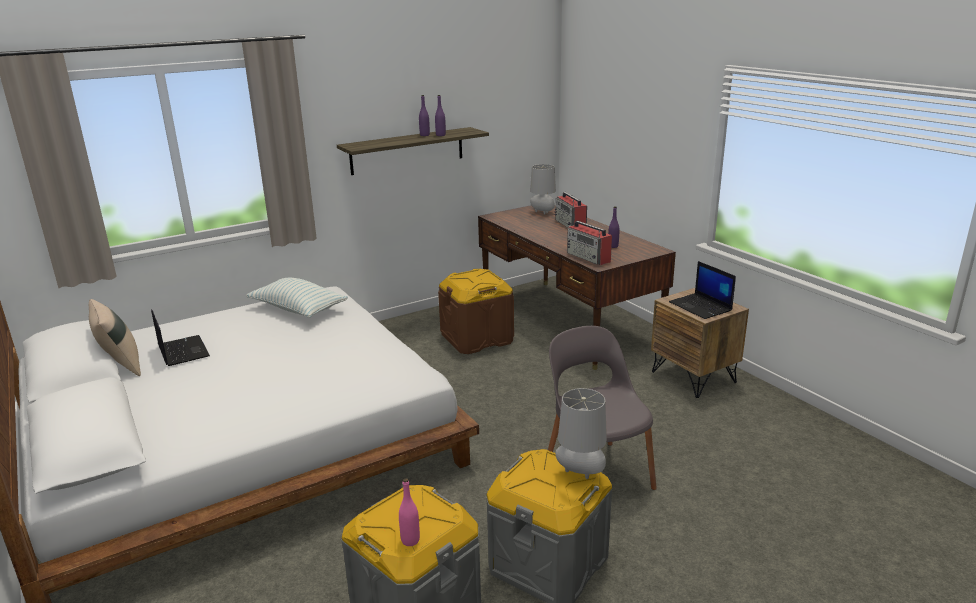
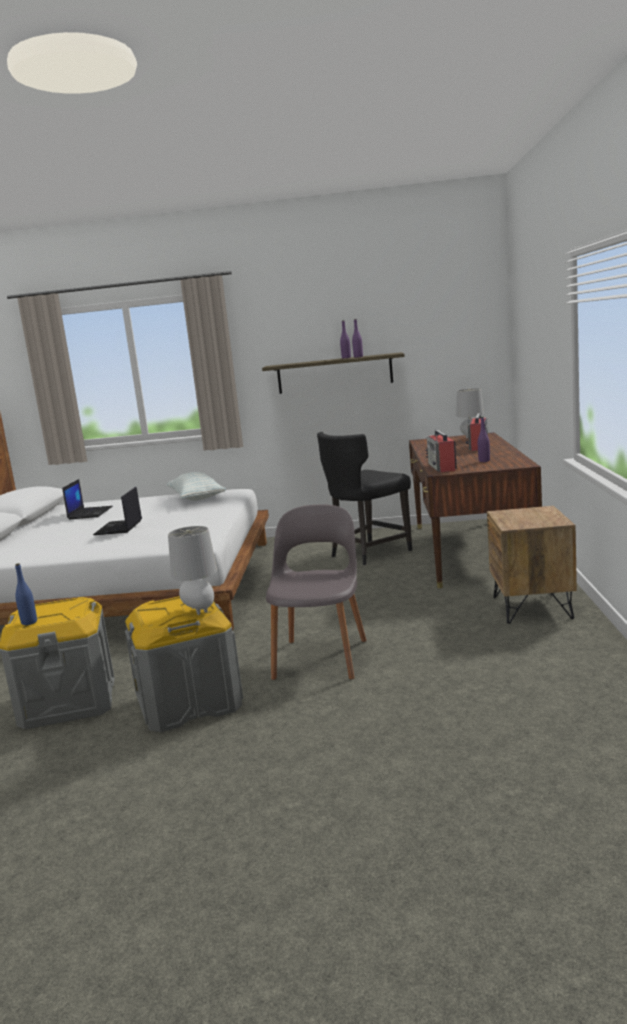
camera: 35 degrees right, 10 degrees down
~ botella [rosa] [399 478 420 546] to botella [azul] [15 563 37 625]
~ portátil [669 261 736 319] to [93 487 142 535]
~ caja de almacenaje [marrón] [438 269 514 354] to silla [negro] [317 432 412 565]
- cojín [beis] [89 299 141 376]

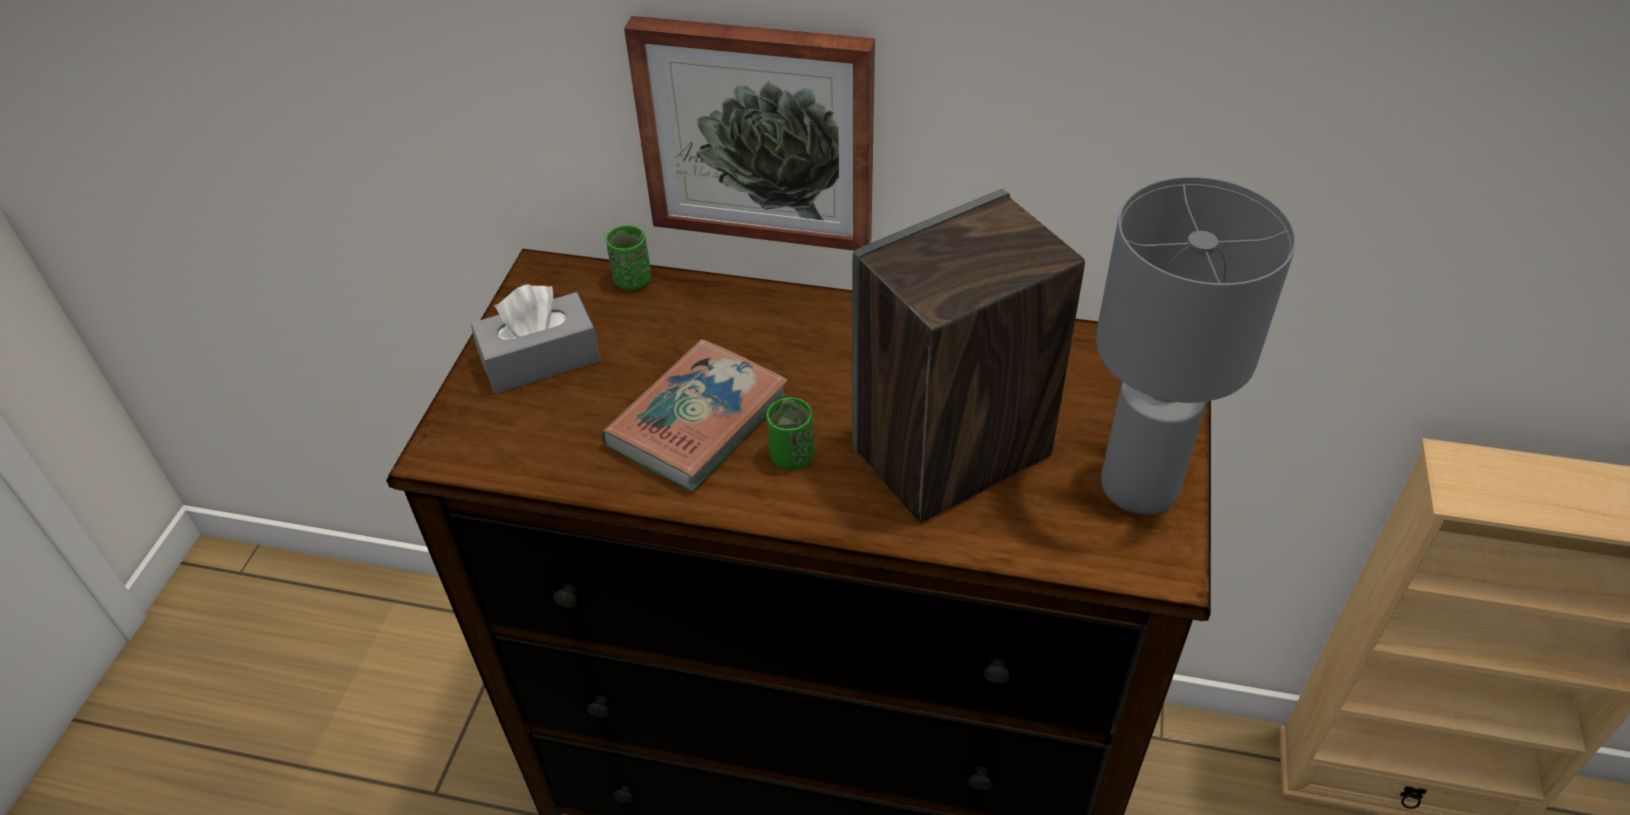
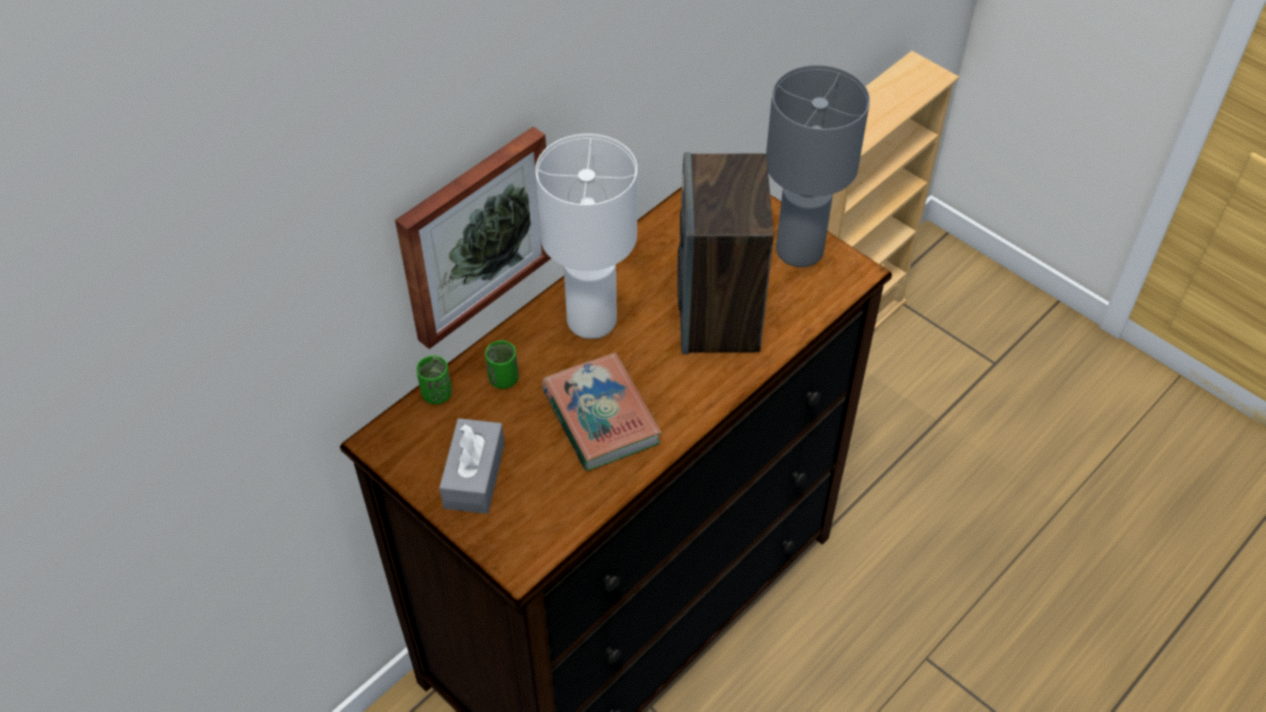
camera: 60 degrees left, 5 degrees up
~ taza [verde] [767 397 814 470] to [485 340 519 389]
+ lámpara de mesa [blanco] [535 134 637 339]

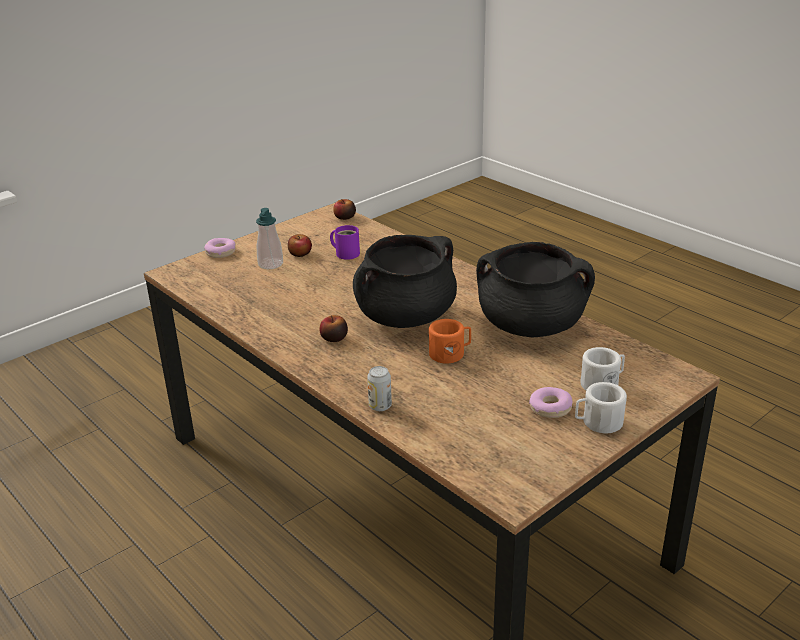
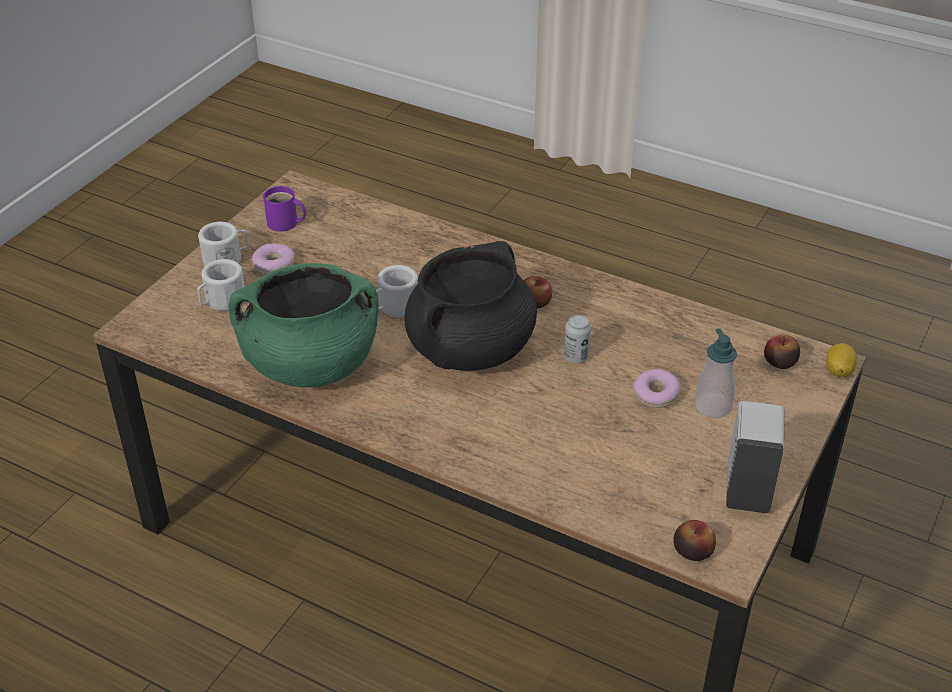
camera: 160 degrees right, 10 degrees up
~ olla [negro] [476 242 595 337] to olla [verde] [228 263 379 387]
~ taza grande [morado] [330 225 360 260] to [263 186 306 231]
~ taza grande [naranja] [429 319 471 364] to taza grande [blanco] [376 265 418 317]
~ lata [367 366 392 411] to [564 315 591 363]
~ rosquilla [204 238 236 258] to [633 369 681 408]
+ dispensador de jabón [blanco] [726 401 785 513]
~ manzana [288 234 312 257] to [764 334 800 369]
+ limón [826 343 857 377]

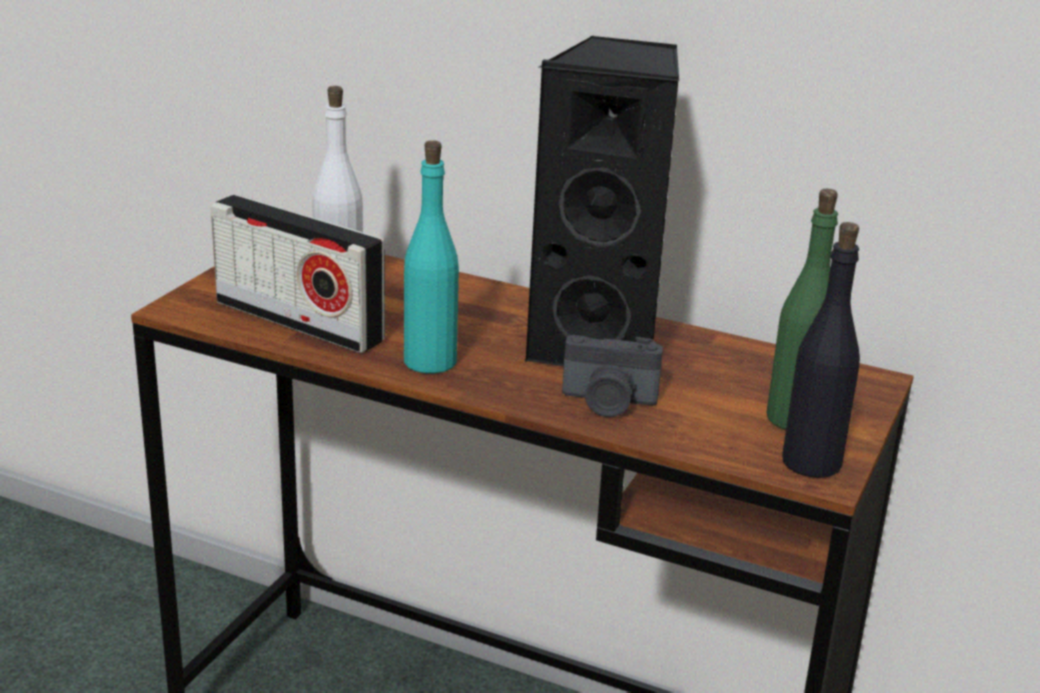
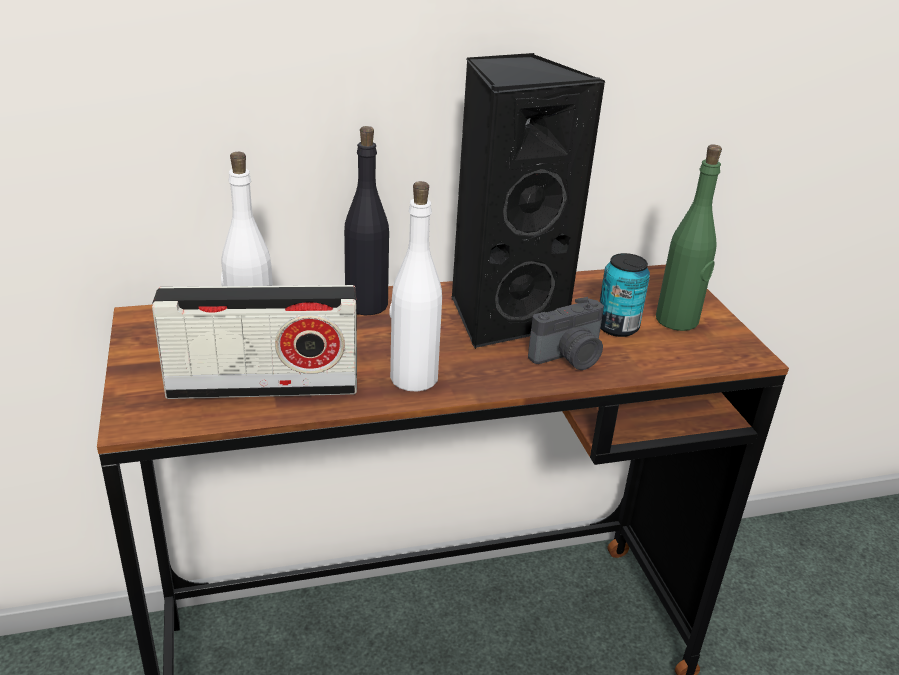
camera: 40 degrees left, 5 degrees up
~ botella [negro] [782 222 860 478] to [344 126 389 316]
~ botella [turquesa] [404 140 459 373] to botella [blanco] [389 181 442 391]
+ lata [599 253 650 337]

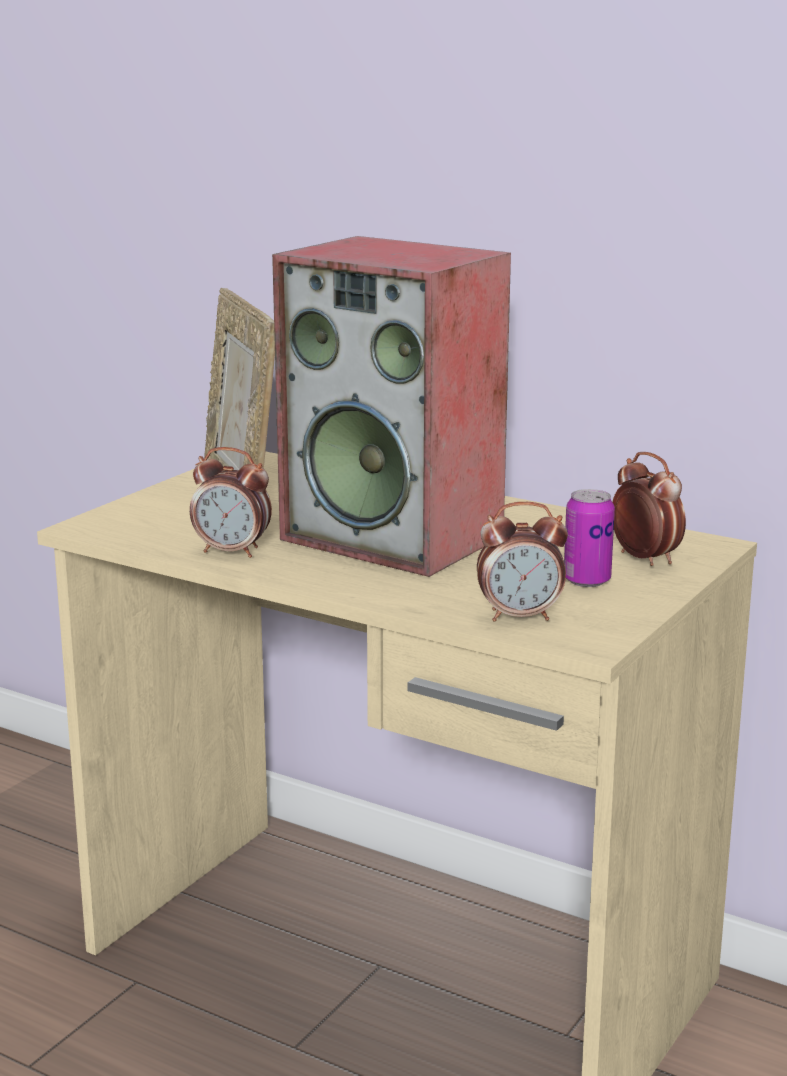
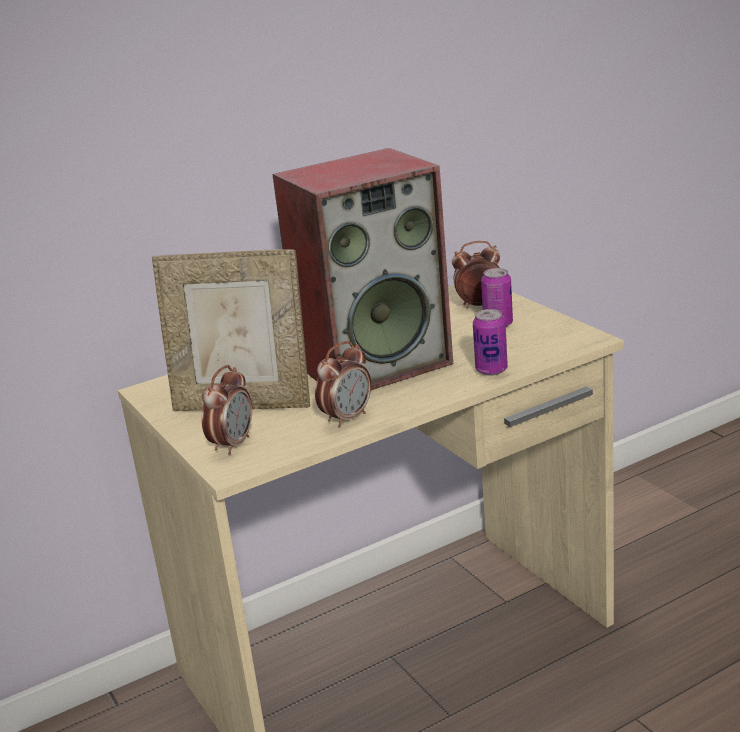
camera: 60 degrees left, 5 degrees up
~ despertador [477 502 568 622] to [202 365 252 455]
+ lata [473 309 508 376]

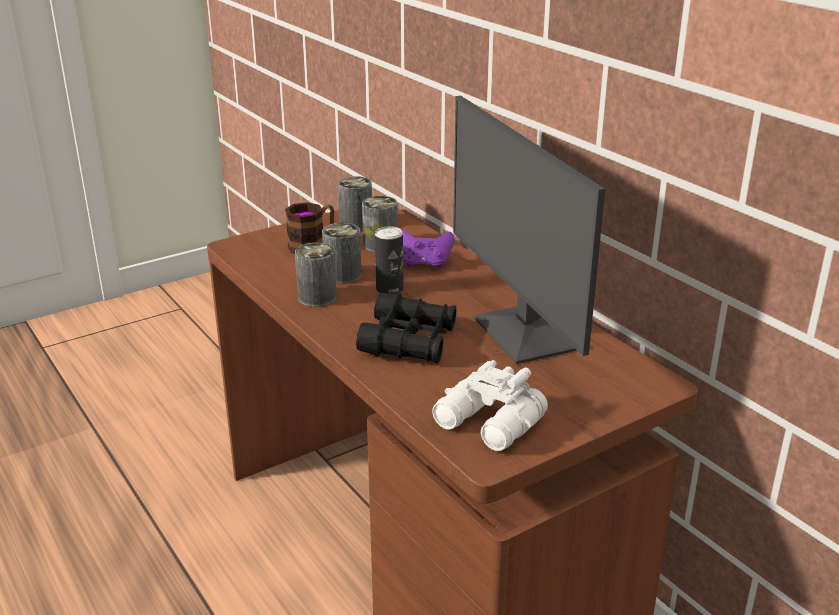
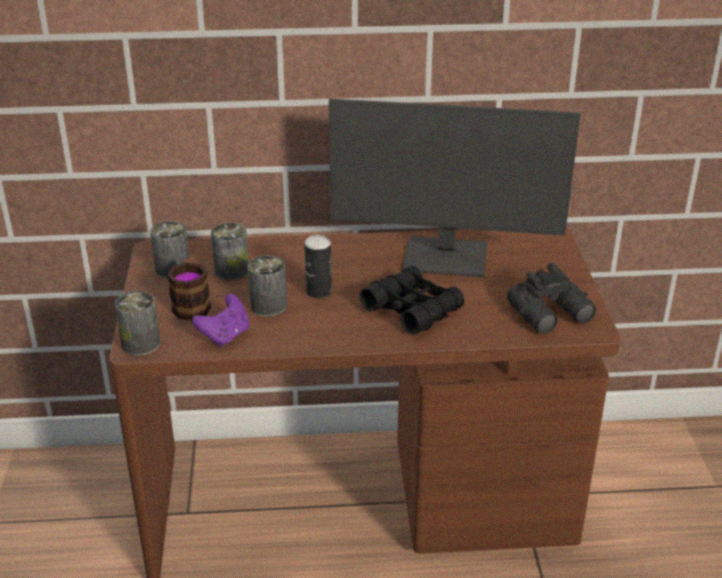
camera: 60 degrees left, 5 degrees up
~ lata [295 243 337 307] to [115 291 160 356]
~ mando de consola [morado] [402 230 454 268] to [192 294 249 347]
~ prismáticos [blanco] [432 360 548 451] to prismáticos [negro] [507 263 596 334]

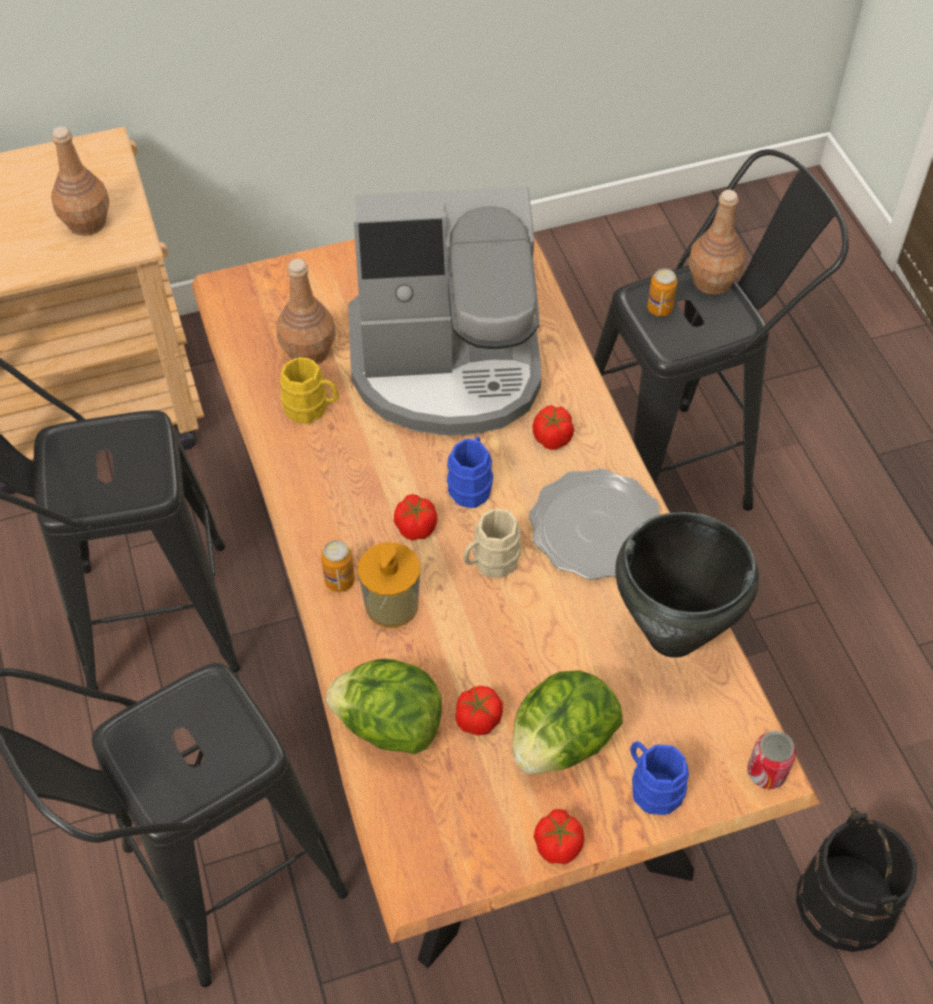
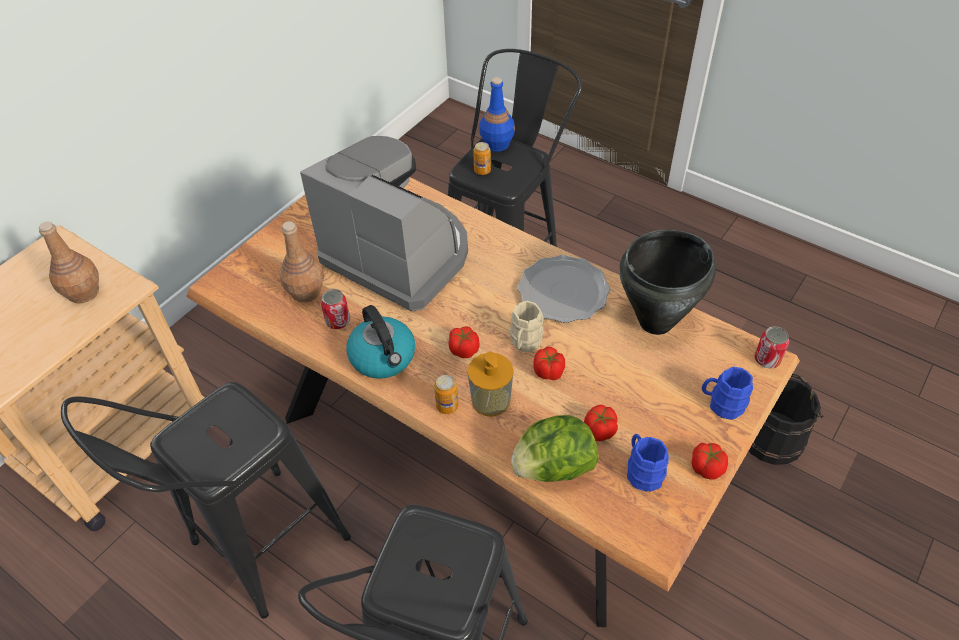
camera: 35 degrees left, 5 degrees down
~ cafetera [348 187 541 436] = [300 136 468 311] 105 degrees counterclockwise
~ taza grande [amarillo] [280 357 339 424] to lata [320 289 350 329]
+ hervidor [347 305 415 379]
~ botella [marrón] [688 190 745 295] to botella [azul] [479 77 515 152]
~ tomate [533 405 574 450] to [533 347 565 380]
~ taza grande [azul] [447 436 493 508] to [627 434 669 492]
- lechuga [512 670 623 774]

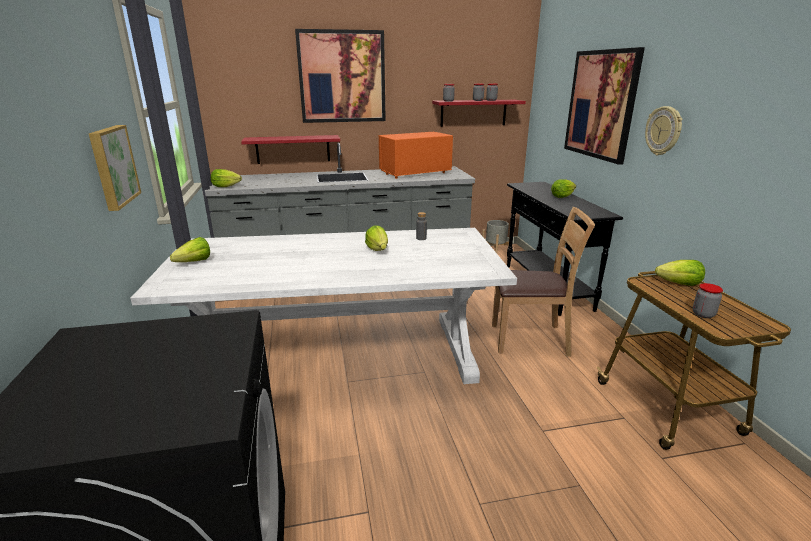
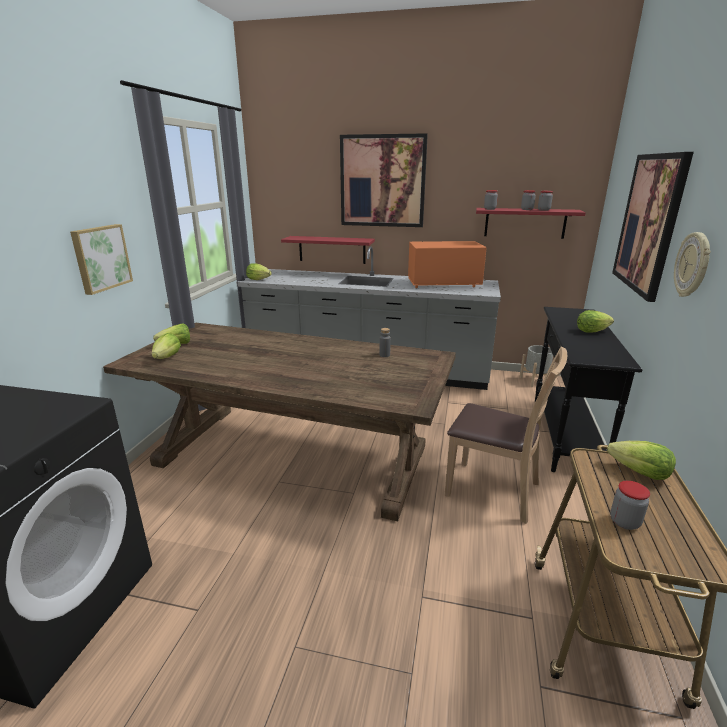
camera: 25 degrees right, 0 degrees up
~ mesa de comedor [blanco] [130 228 517 384] to mesa de comedor [marrón] [103 323 456 521]
~ lechuga [365 225 388 251] to [152 333 181 359]

